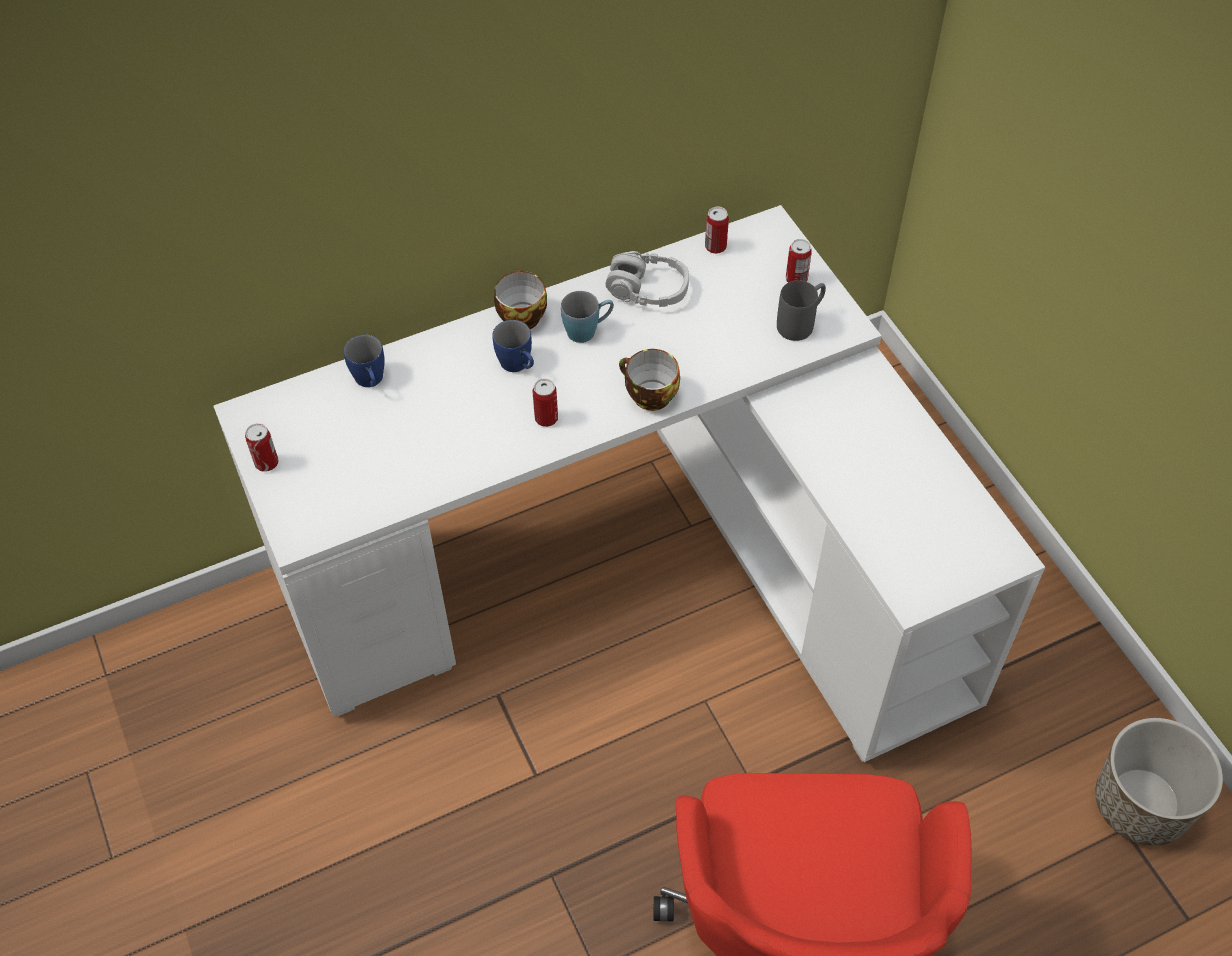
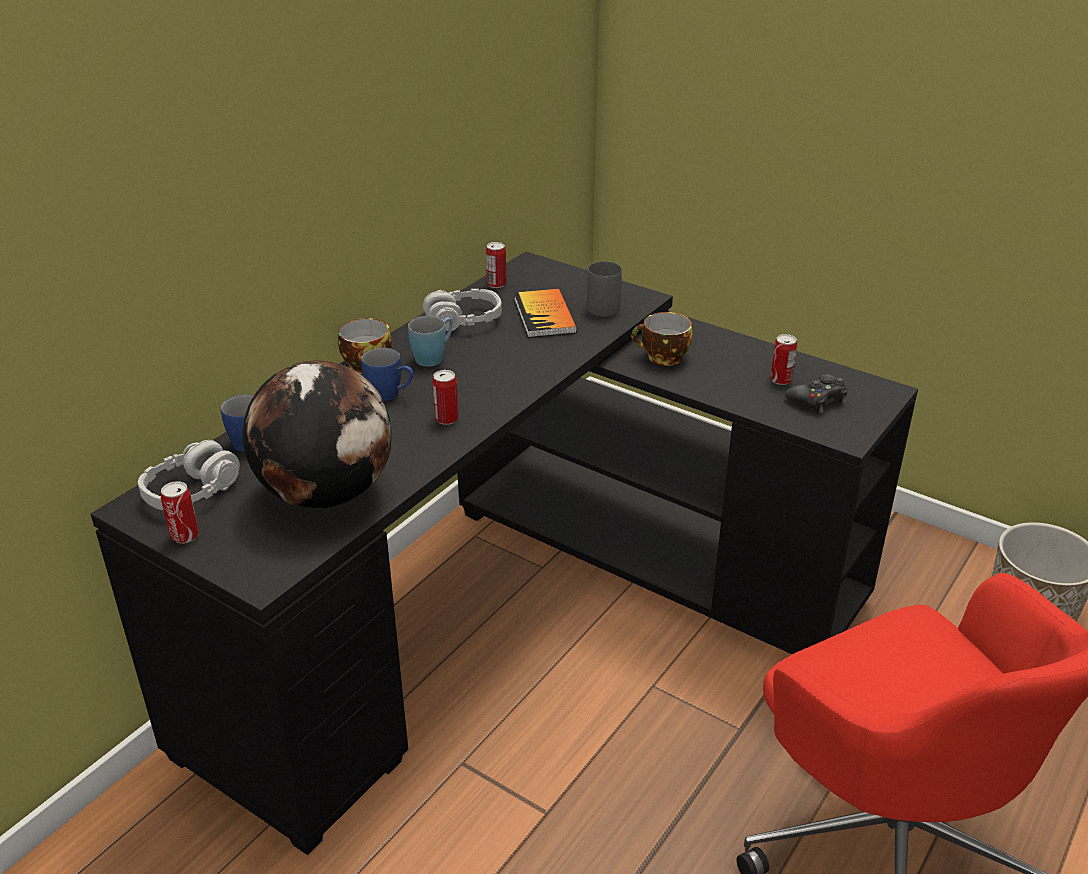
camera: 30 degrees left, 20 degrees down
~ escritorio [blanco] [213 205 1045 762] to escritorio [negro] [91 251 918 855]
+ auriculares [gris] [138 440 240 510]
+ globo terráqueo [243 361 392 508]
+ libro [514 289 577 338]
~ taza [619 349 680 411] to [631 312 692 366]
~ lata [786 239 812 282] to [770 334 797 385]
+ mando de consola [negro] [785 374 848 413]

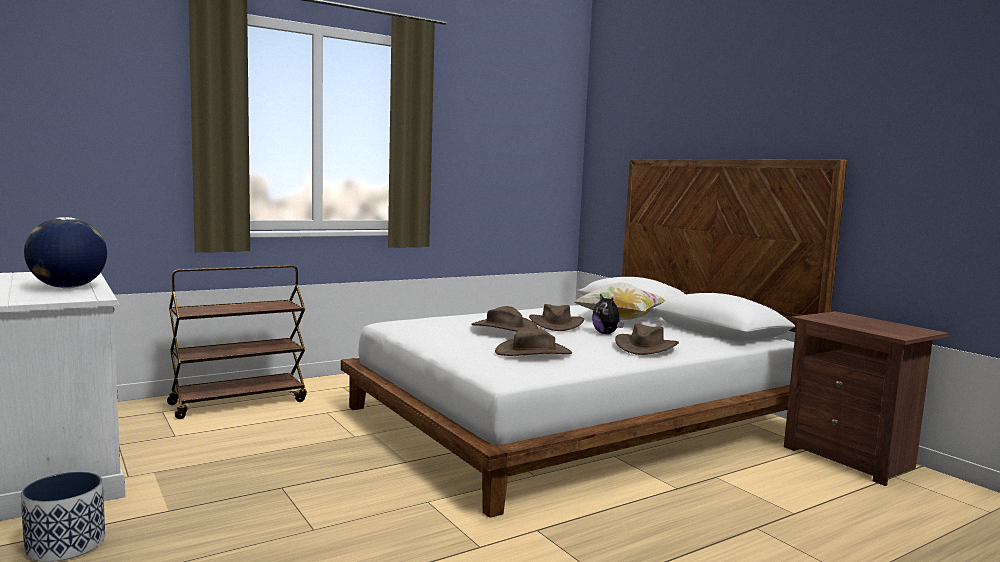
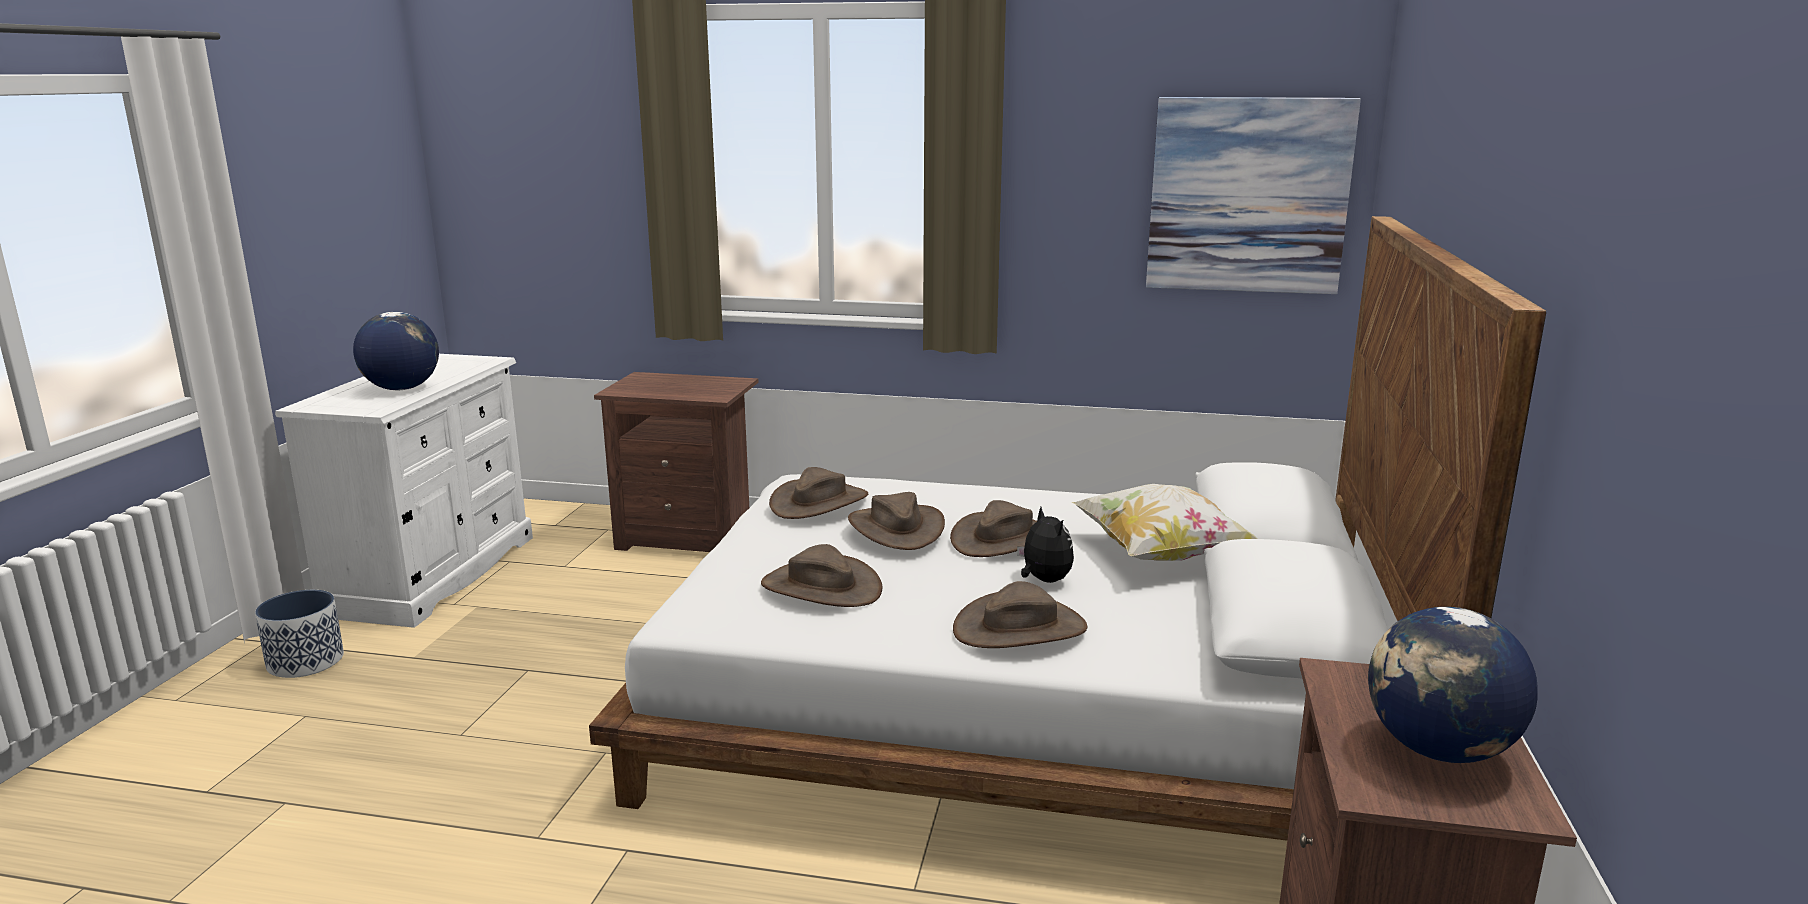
camera: 45 degrees right, 10 degrees up
~ carrito [marrón] [167 265 307 419] to mesita de noche [marrón] [594 372 758 552]
+ sombrero [marrón] [769 467 868 519]
~ peluche [592 294 624 334] = [1017 507 1074 583] 135 degrees clockwise
+ cuadro [1146 97 1361 294]
+ globo terráqueo [1368 607 1538 763]

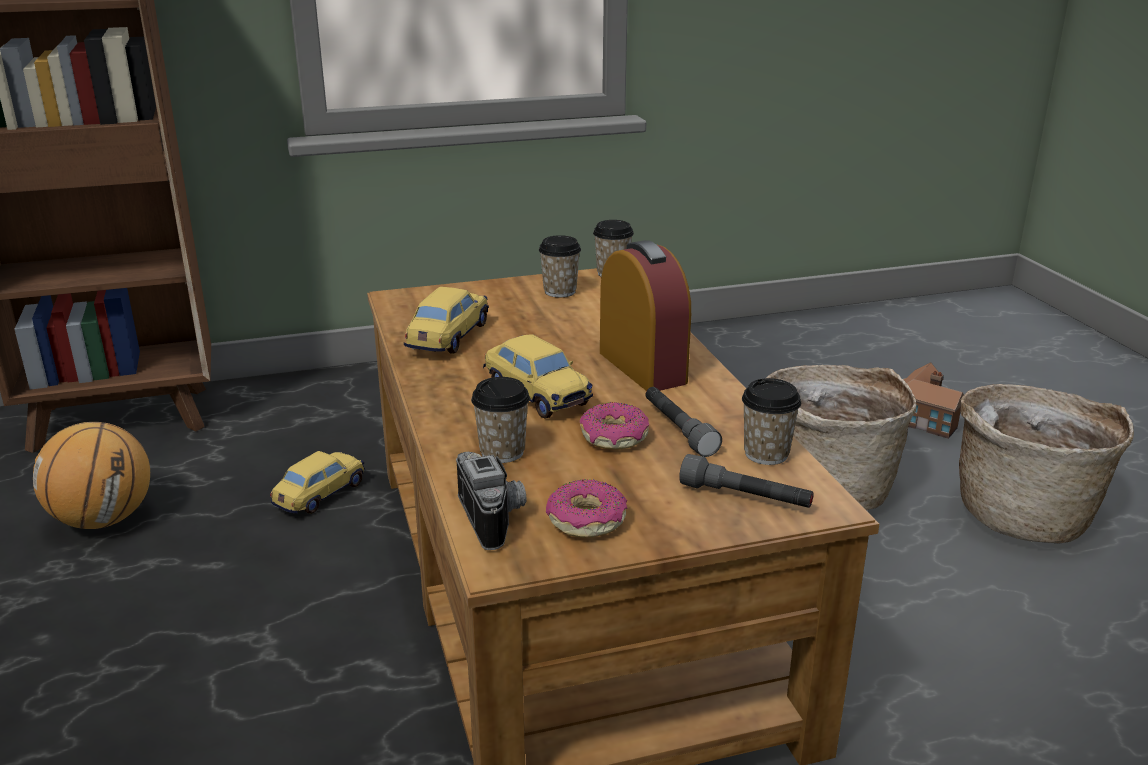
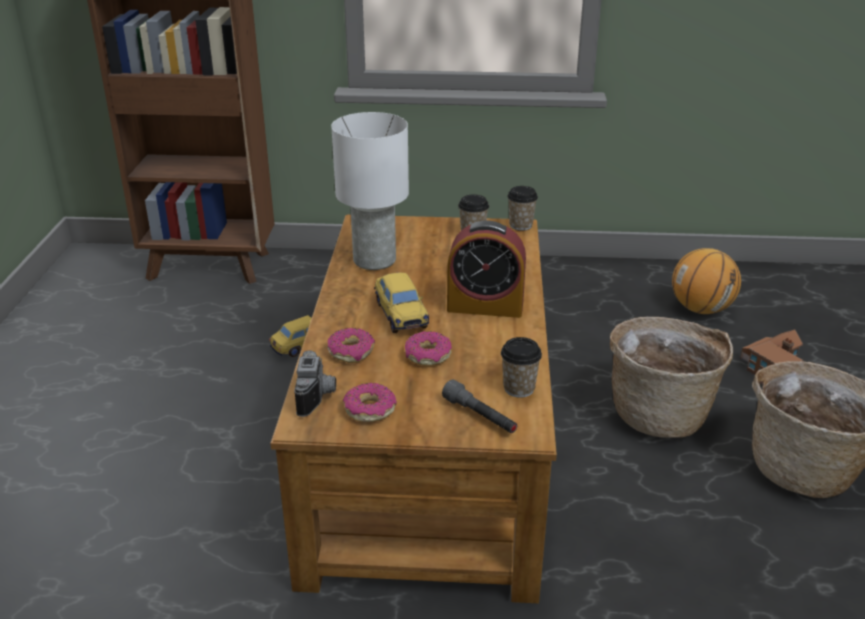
camera: 20 degrees right, 5 degrees up
~ taza [471 377 530 463] to rosquilla [328 328 375 363]
~ coche de juguete [404 287 489 354] to lámpara de mesa [blanco] [331 112 409 270]
~ despertador [600 240 691 391] = [447 221 526 318] 105 degrees clockwise
~ balón de baloncesto [33 422 150 529] to [672 248 741 314]
- linterna [gris] [645 387 722 457]

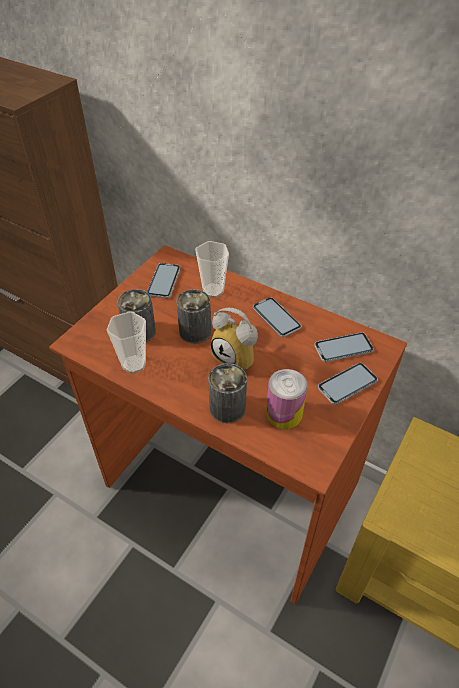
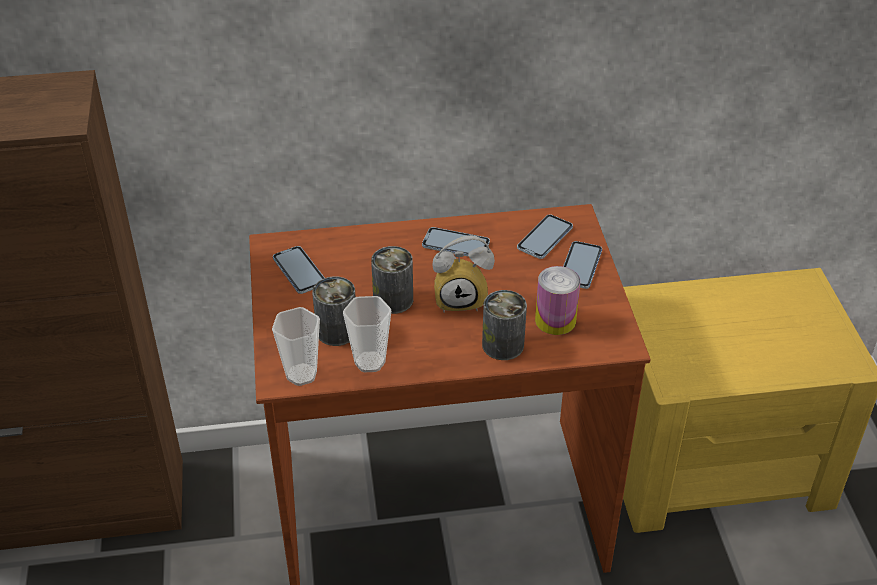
camera: 40 degrees left, 5 degrees down
~ taza [195 241 229 298] to [272 307 320 386]

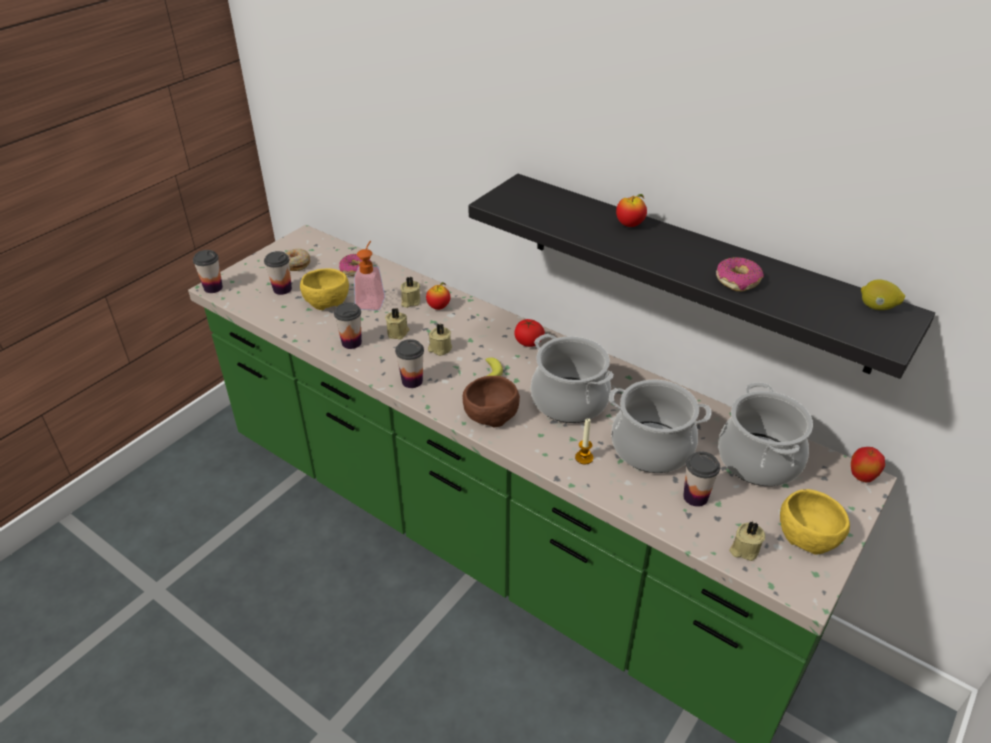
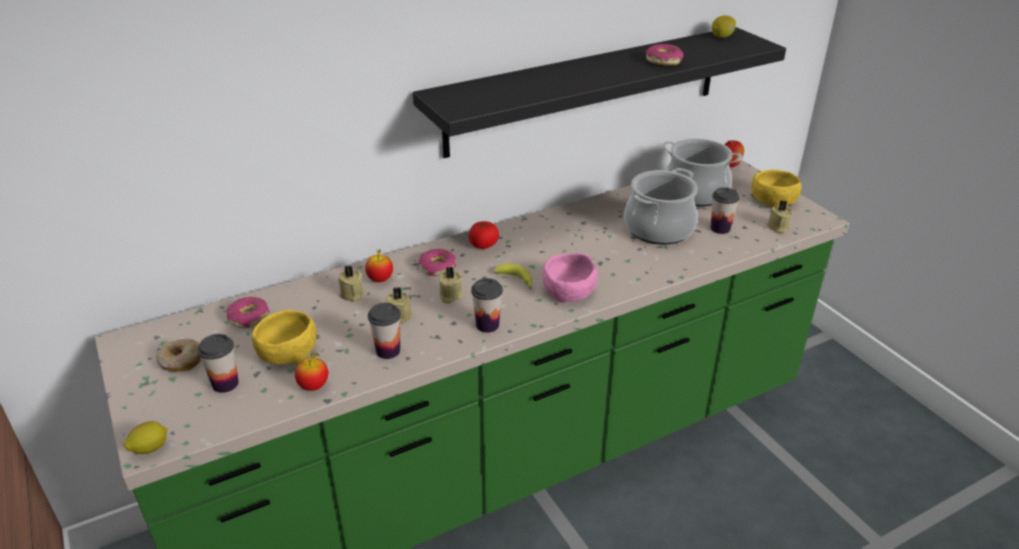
camera: 65 degrees left, 5 degrees down
~ taza [193 250 223 293] to limón [123 421 168 454]
~ manzana [616 194 647 227] to [295 353 328 391]
+ rosquilla [419 249 456 276]
~ cuenco [marrón] [463 376 520 428] to cuenco [rosa] [542 253 598 303]
- dispensador de jabón [354 240 385 311]
- olla [531 334 614 423]
- vela [575 418 593 464]

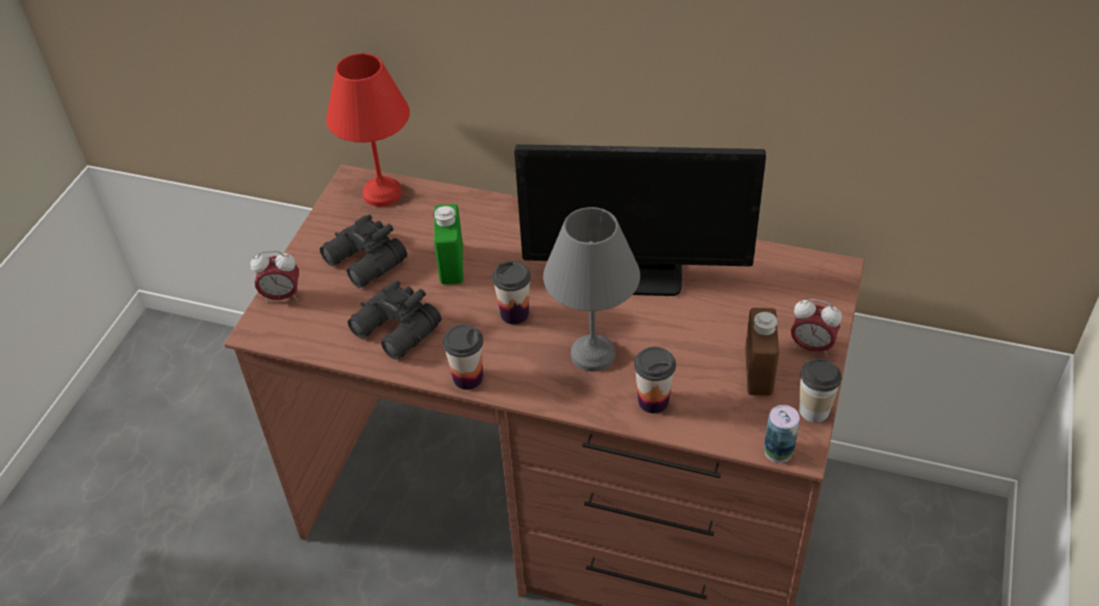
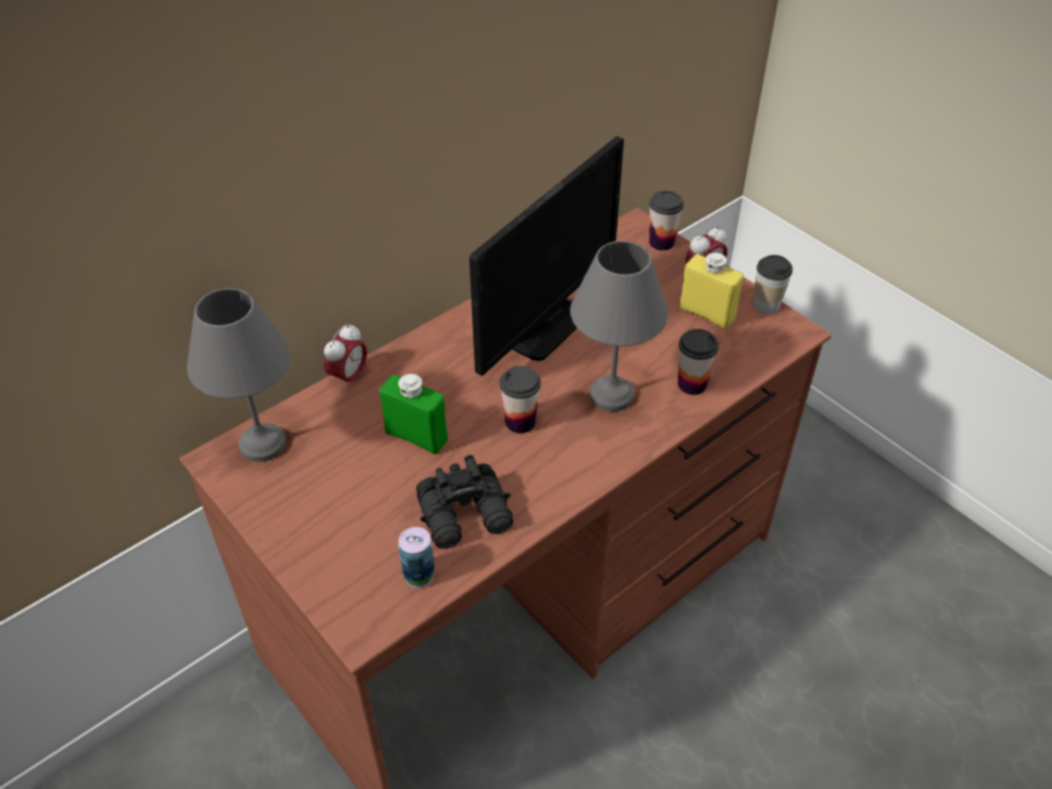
camera: 60 degrees left, 0 degrees up
~ lámpara de mesa [rojo] [326 53 410 207] to lámpara de mesa [gris] [187 288 291 462]
~ despertador [250 250 299 303] to [324 323 367 390]
~ lata [764 405 800 463] to [398 527 435 588]
~ taza [443 324 483 390] to [649 191 684 251]
~ botella [marrón] [745 308 779 396] to botella [amarillo] [679 253 744 329]
- prismáticos [negro] [320 214 407 288]

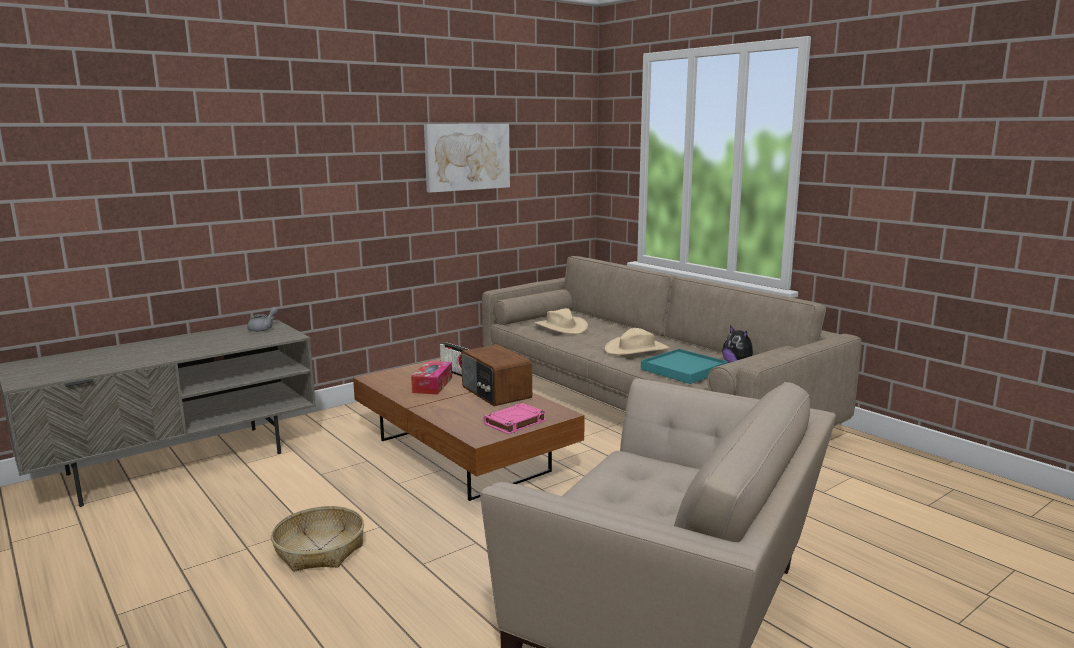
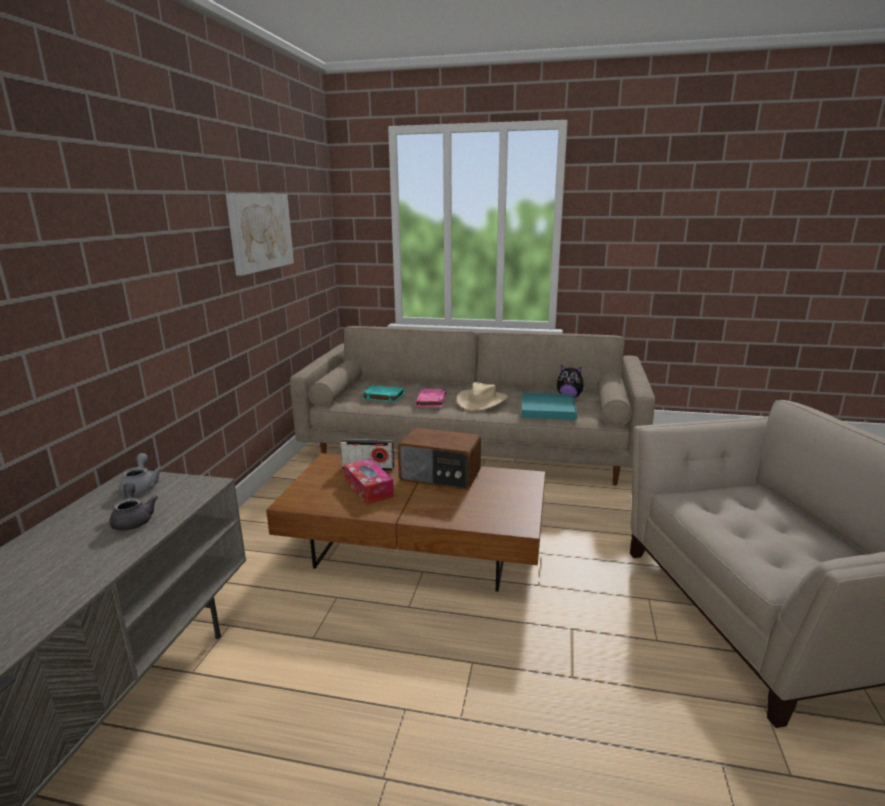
camera: 40 degrees left, 5 degrees up
+ tetera [gris] [109 483 158 531]
~ sombrero [beis] [535 308 588 334] to libro [turquesa] [362 386 405 402]
~ libro [rosa] [483 403 546 434] to [415 389 446 408]
- cesta [271 506 364 572]

